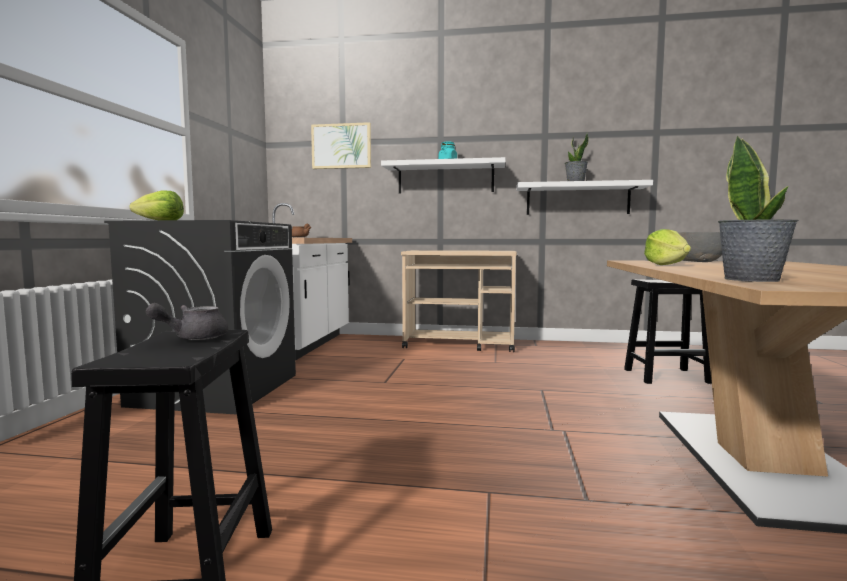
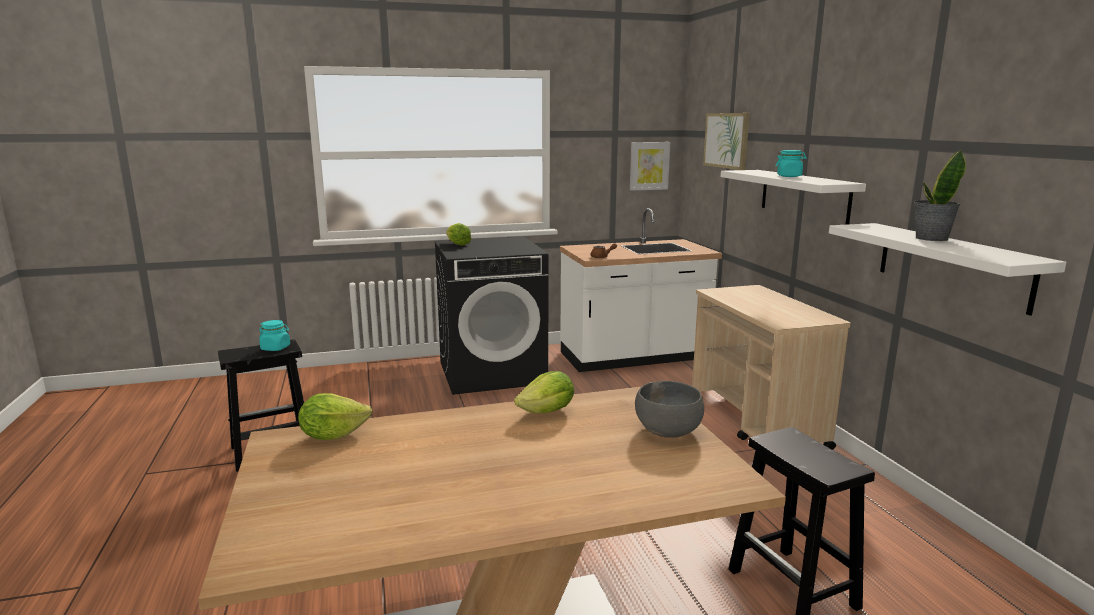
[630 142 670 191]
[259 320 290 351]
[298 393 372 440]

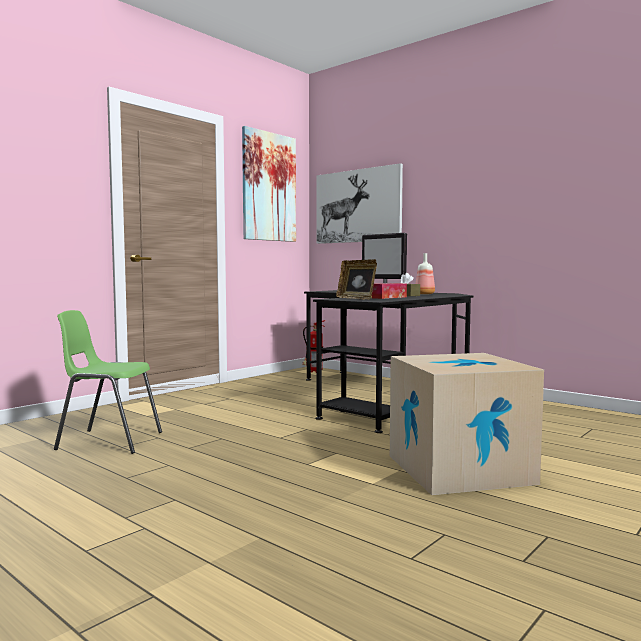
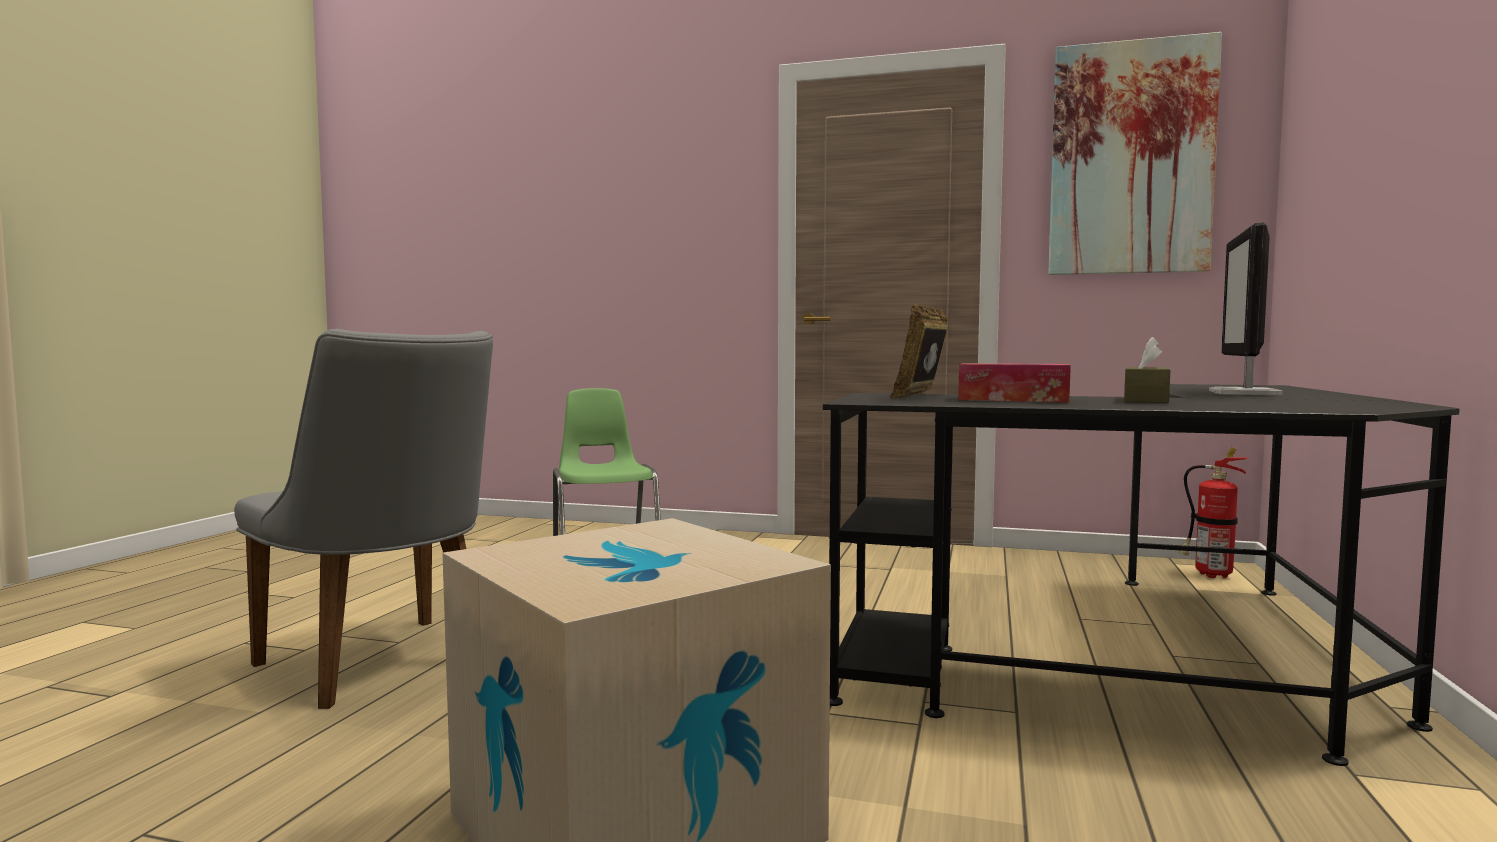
[316 163 403 244] (first image)
[416 253 435 294] (first image)
[234 329 493 709]

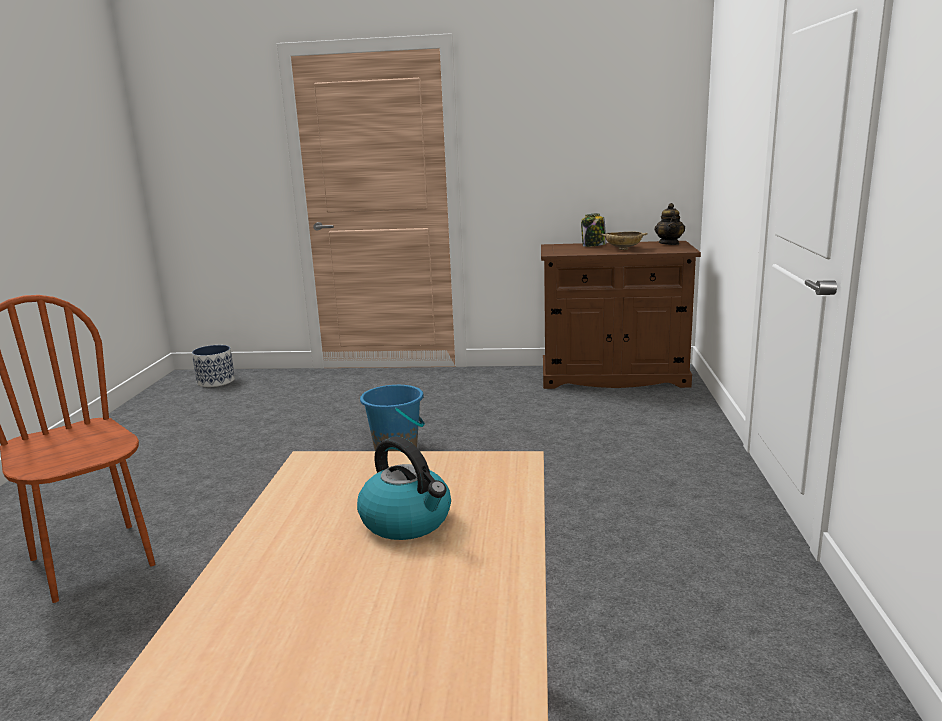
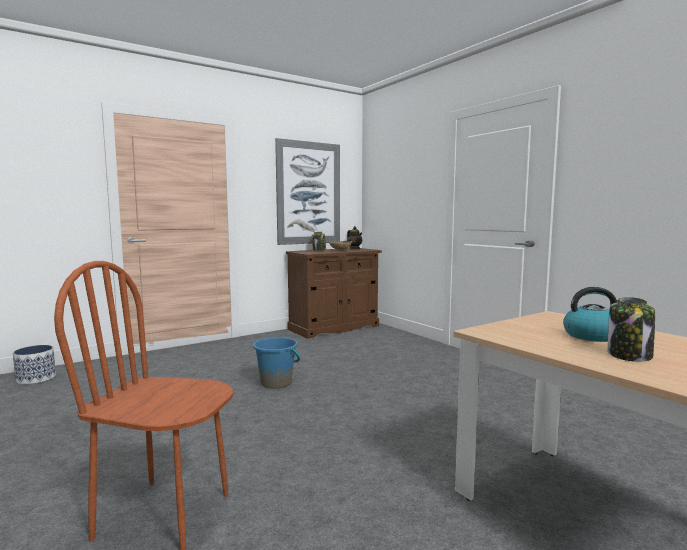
[275 138 340 245]
[608 297 655 362]

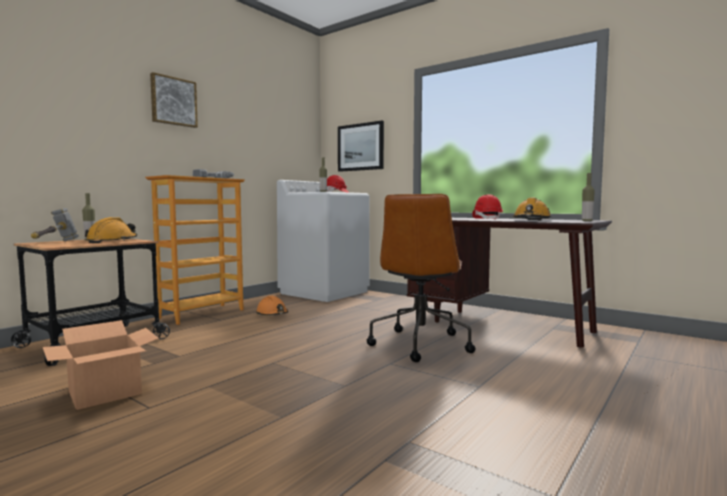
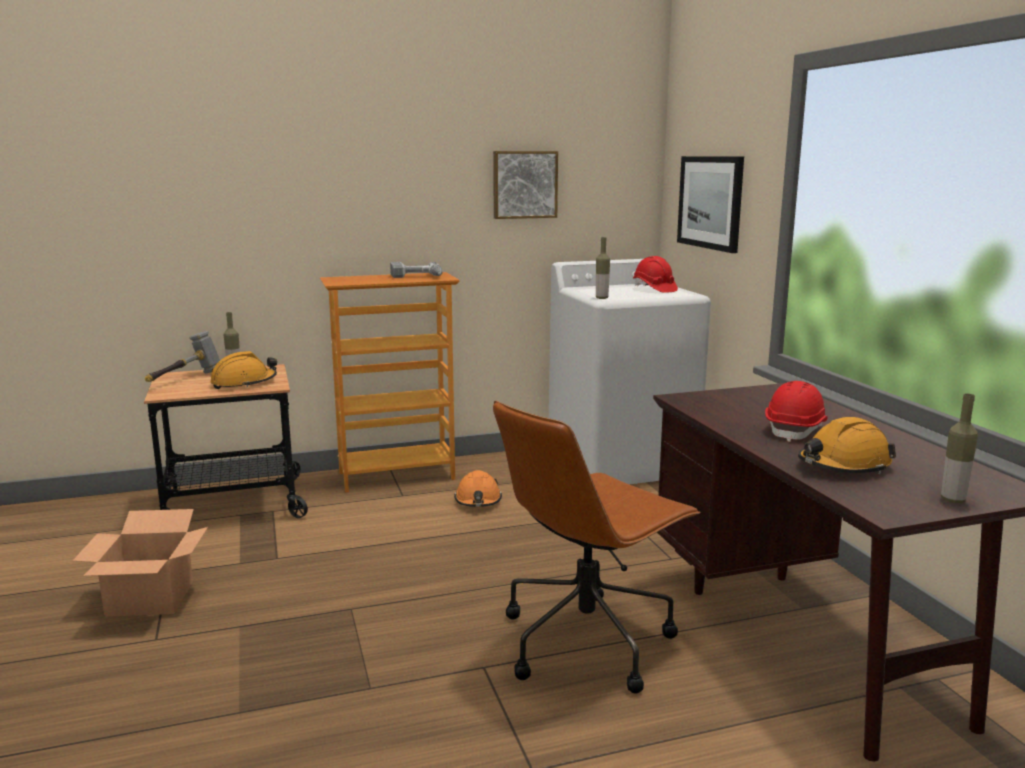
[493 151 558 219]

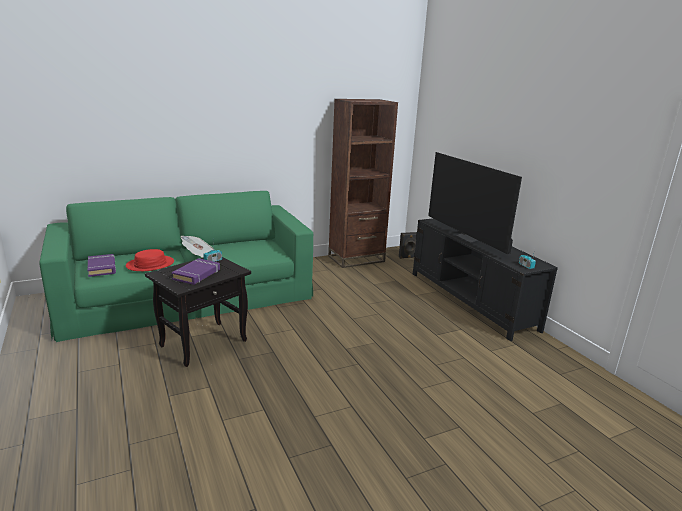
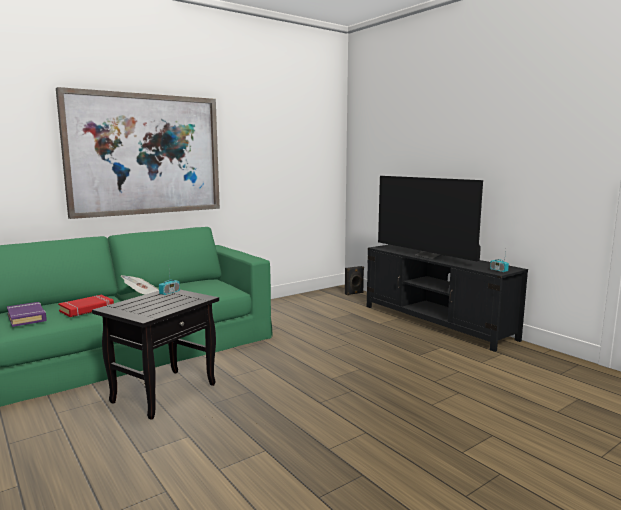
[172 258 220 285] (first image)
[328 99 398 268] (first image)
[56 87 220 219]
[58 295 114 317]

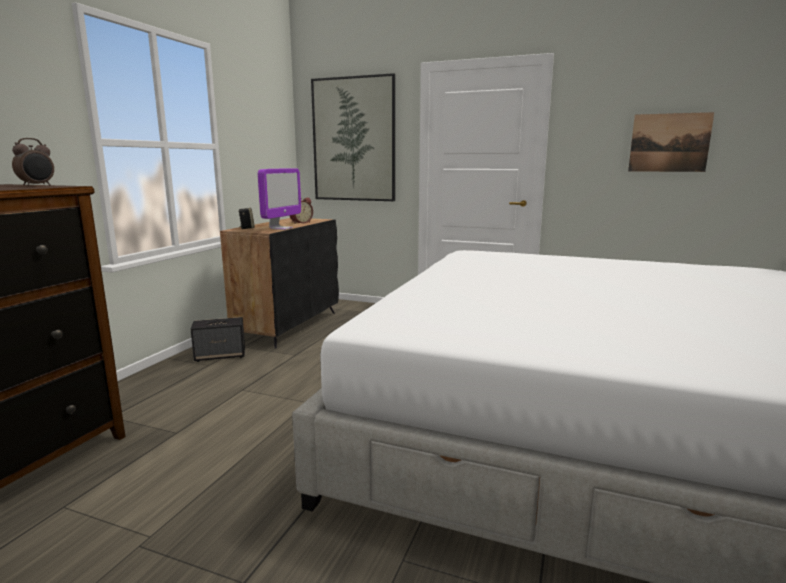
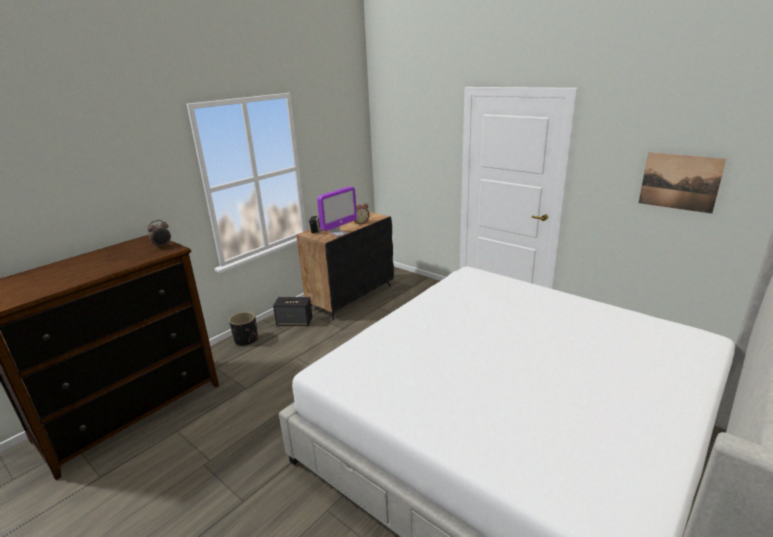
[311 73 395 201] (first image)
[229 312 258 346]

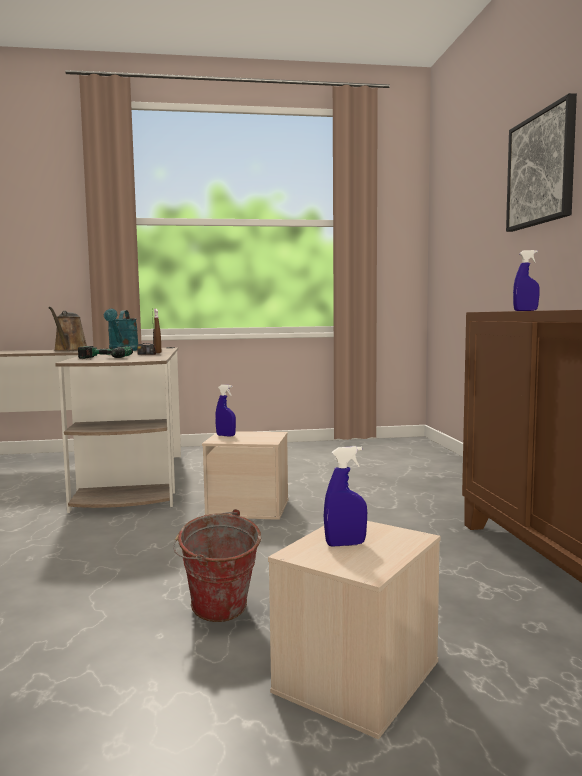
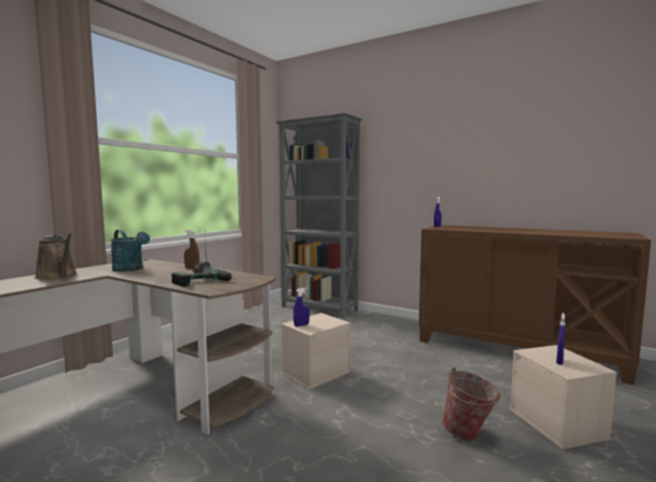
[506 93 577 232] (first image)
[276 113 363 318]

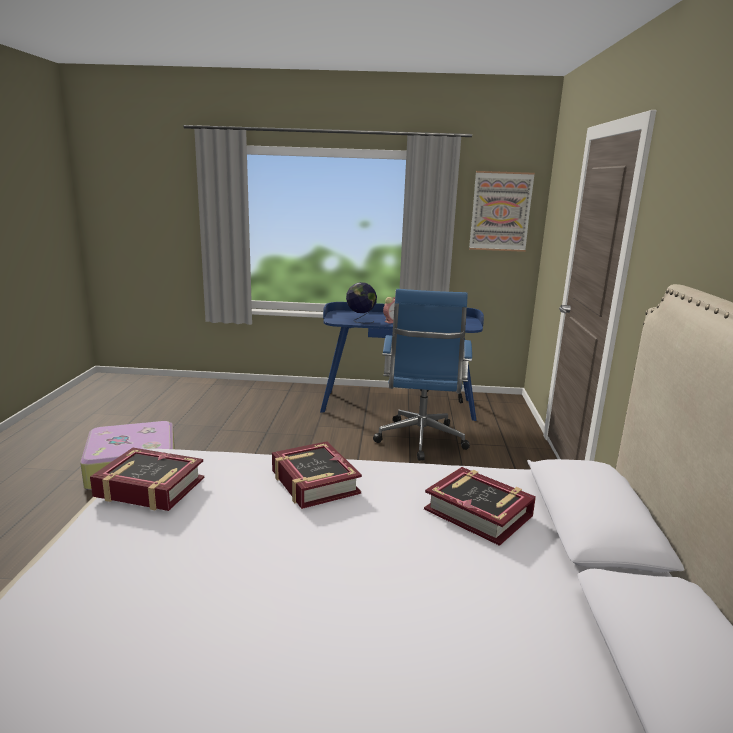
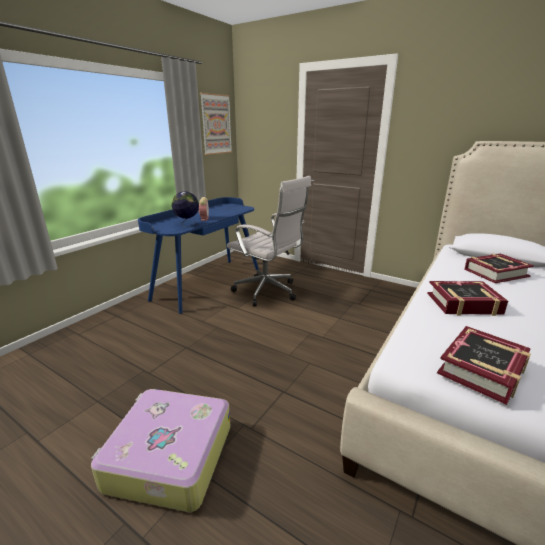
[227 176 311 307]

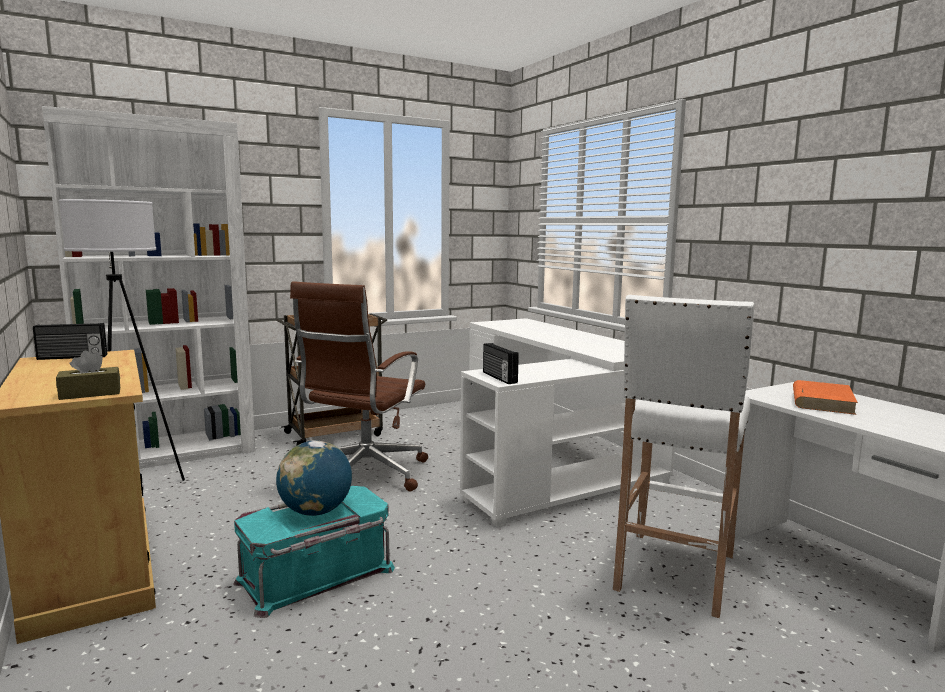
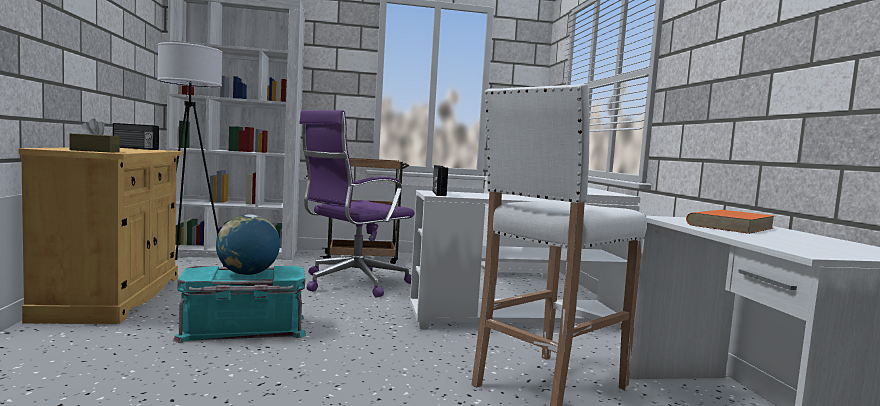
[299 110 415 298]

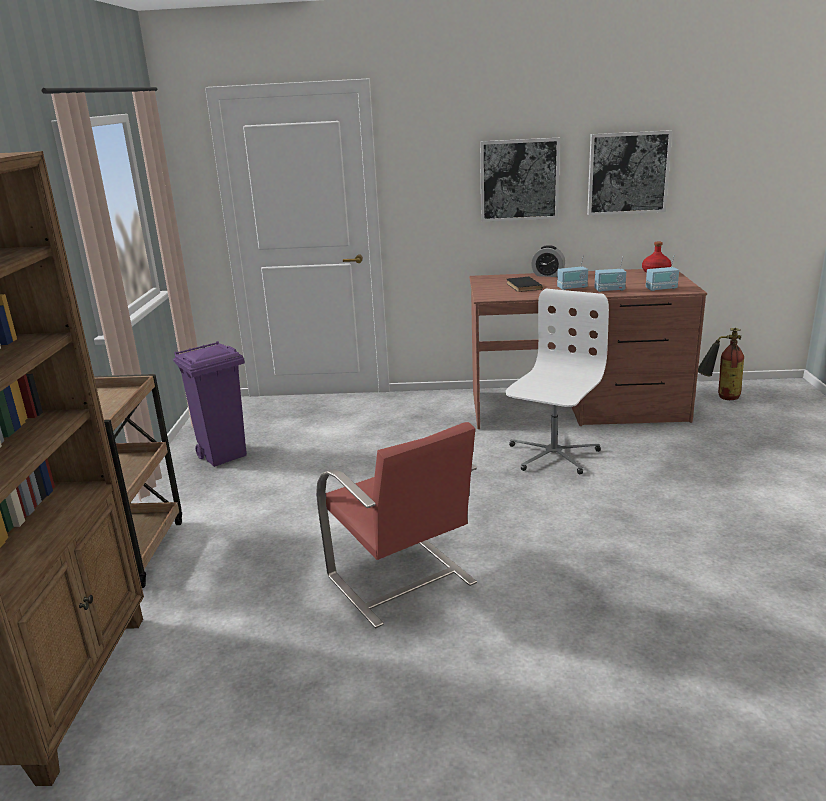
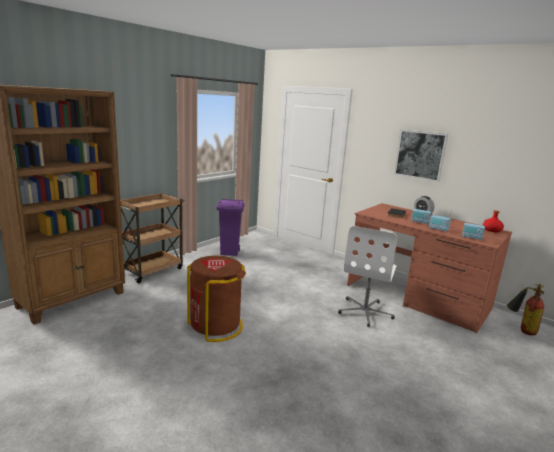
[587 130 672 215] (first image)
[187 256 246 342]
[338 226 397 327]

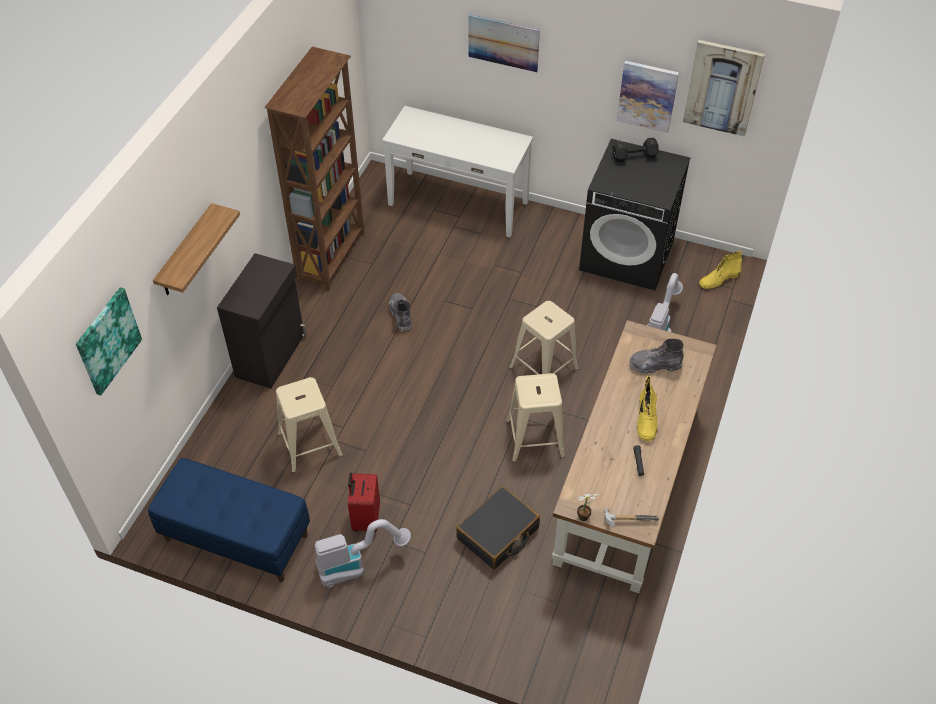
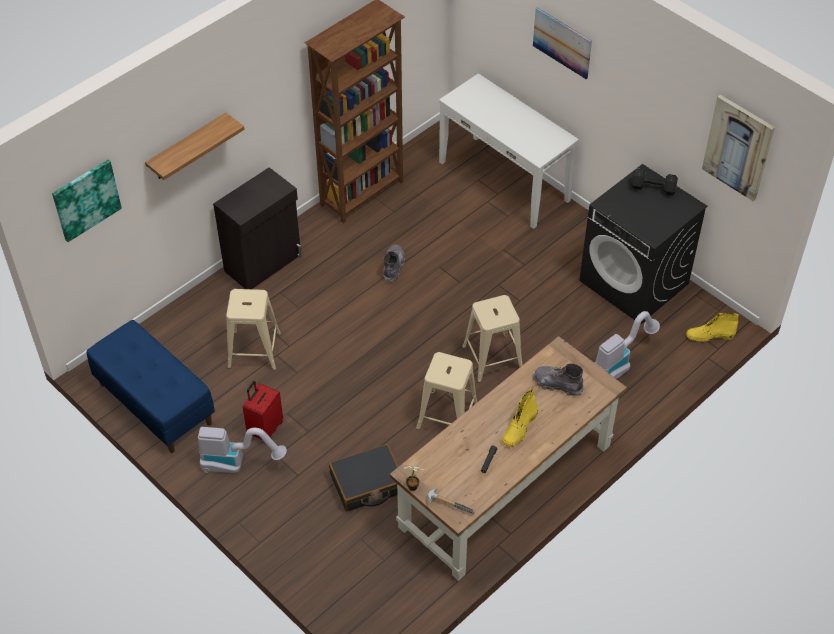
[617 61 679 133] (first image)

